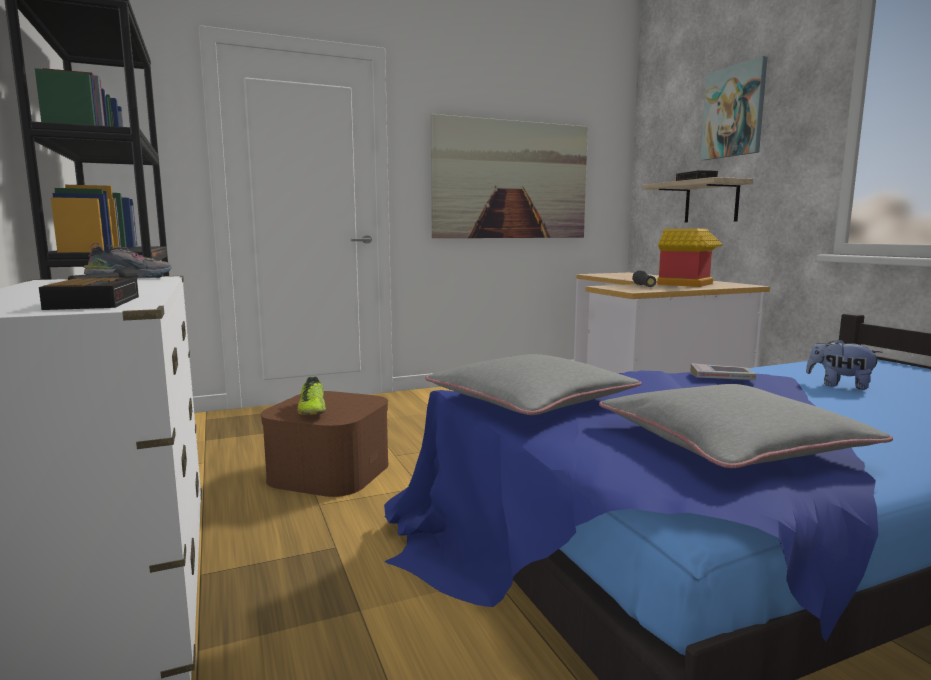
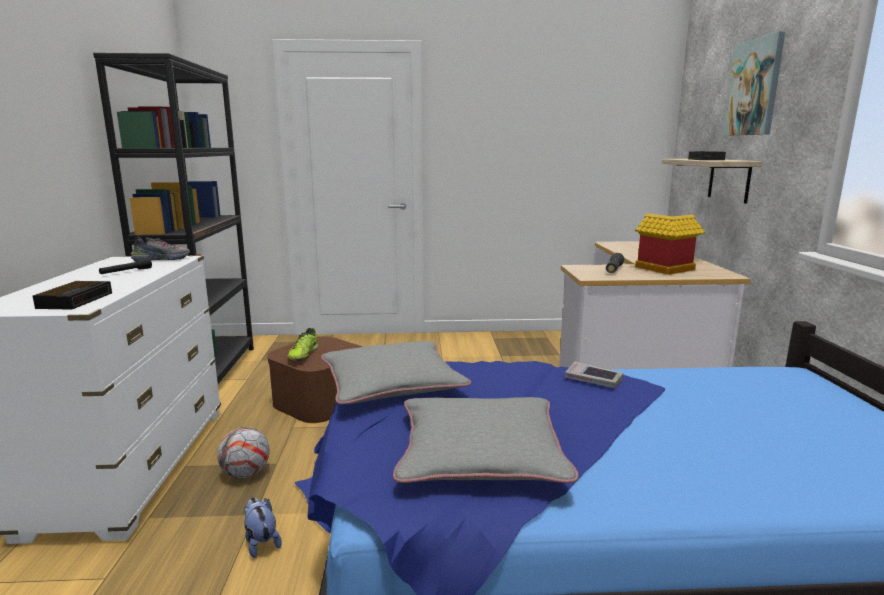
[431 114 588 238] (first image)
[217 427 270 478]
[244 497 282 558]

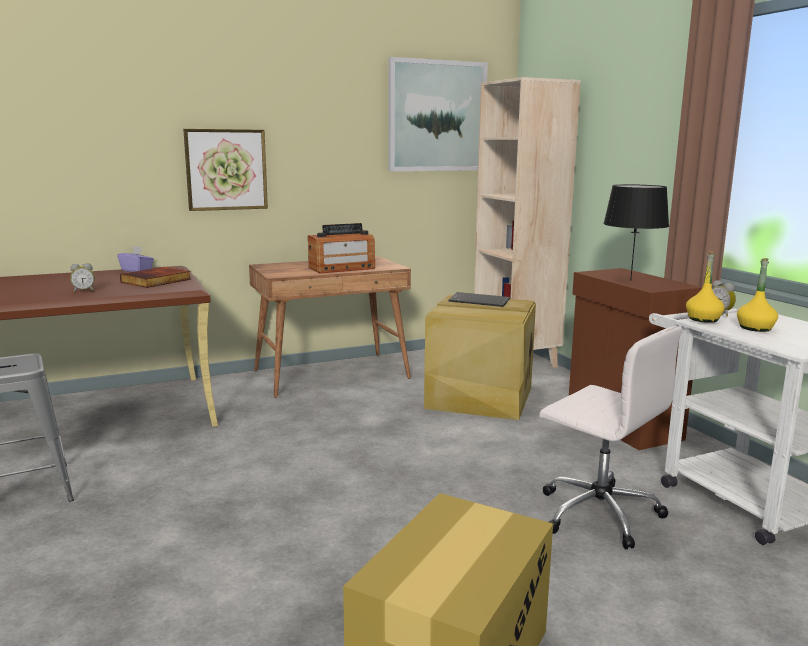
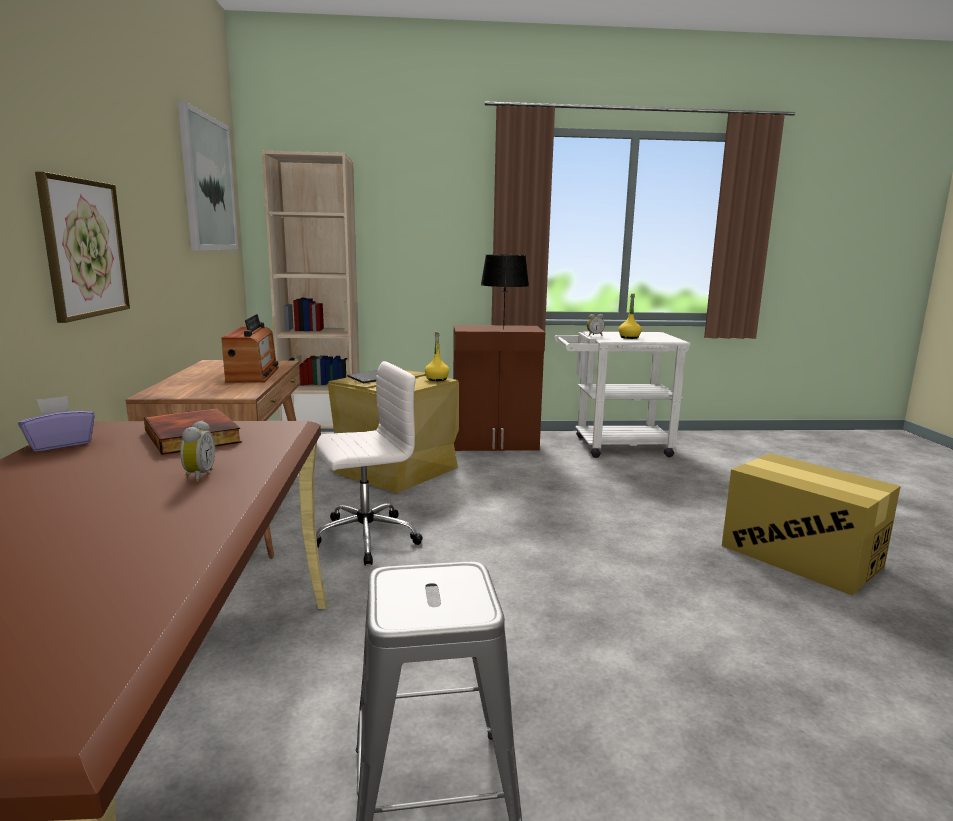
[316 361 423 565]
[425 332 449 381]

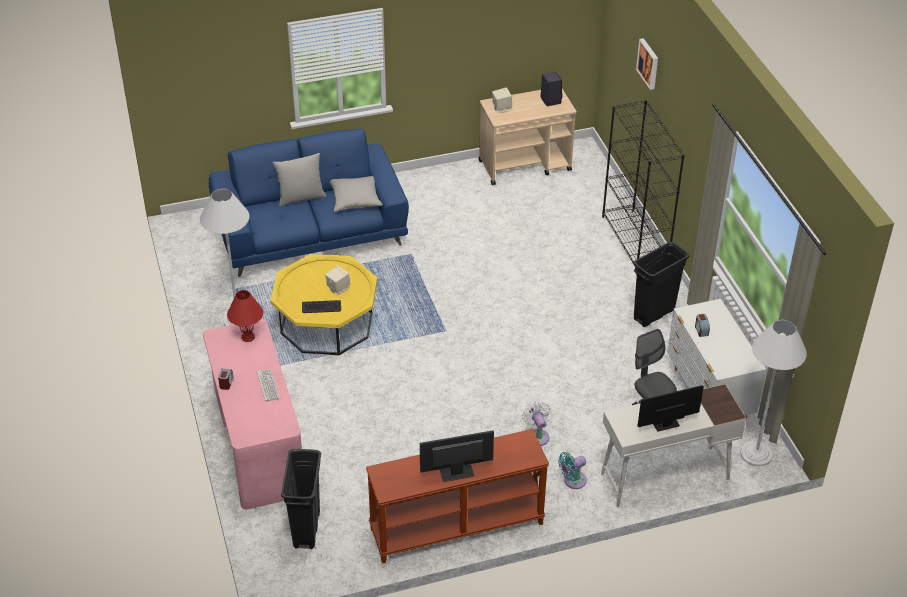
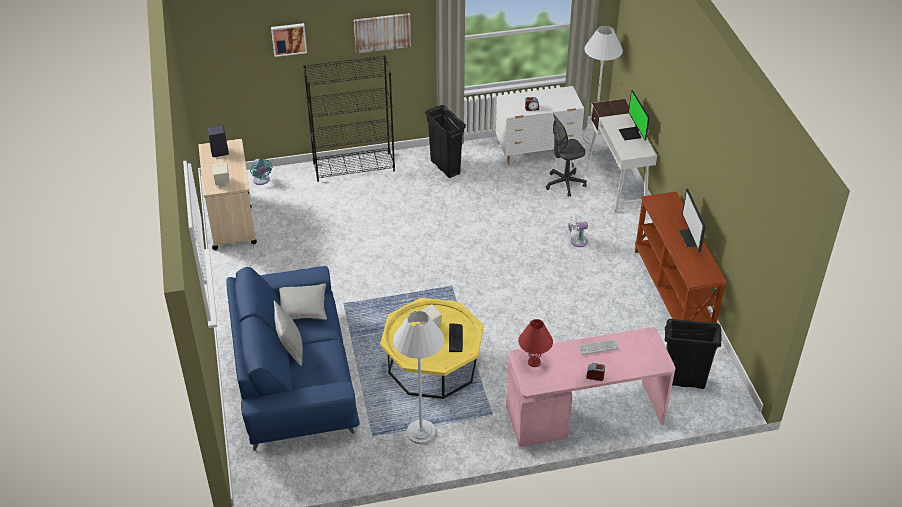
[354 13 411 53]
[250 159 272 185]

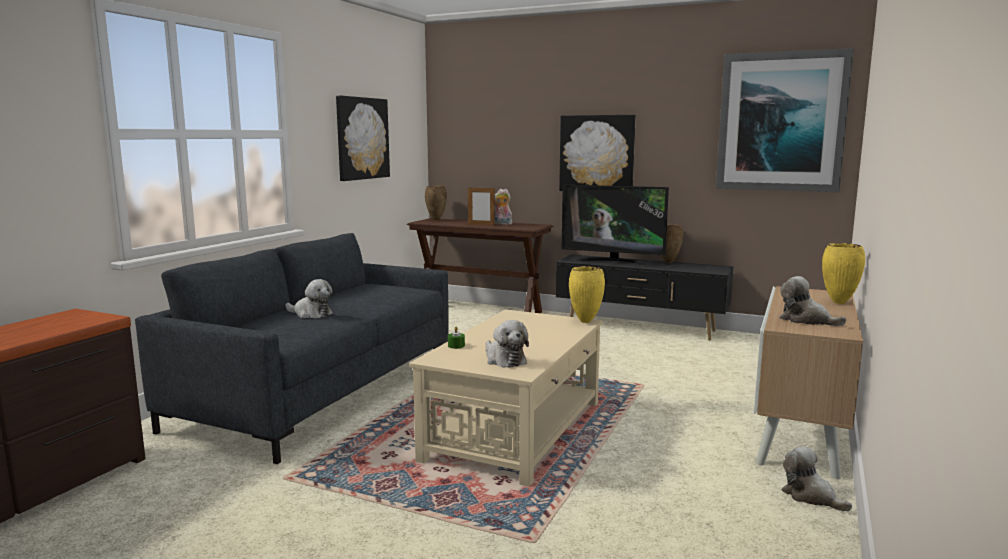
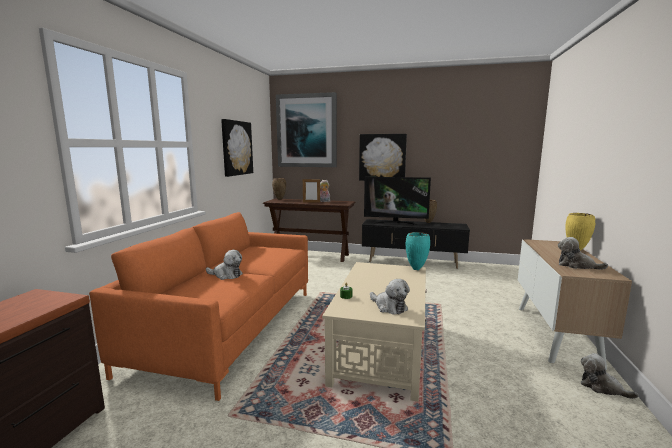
[276 92 337 167]
[89 212 308 401]
[406 232 430 270]

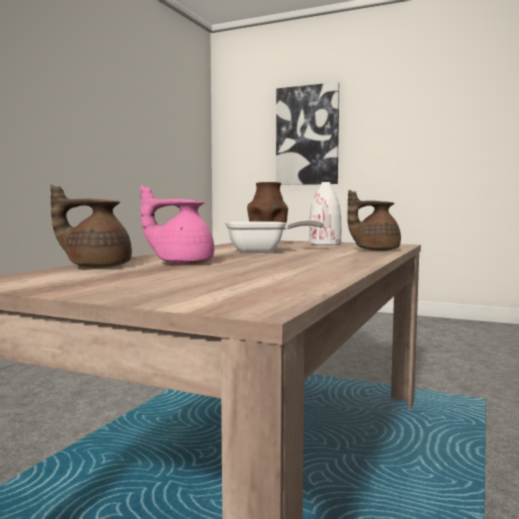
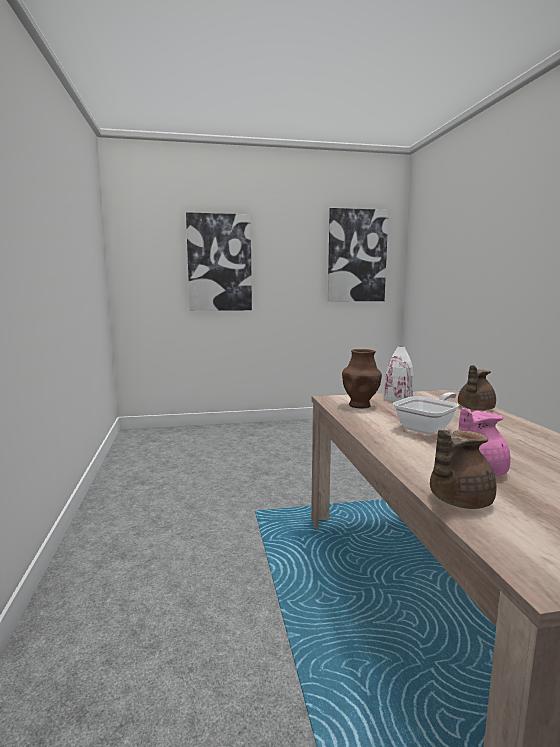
[328 208 389 302]

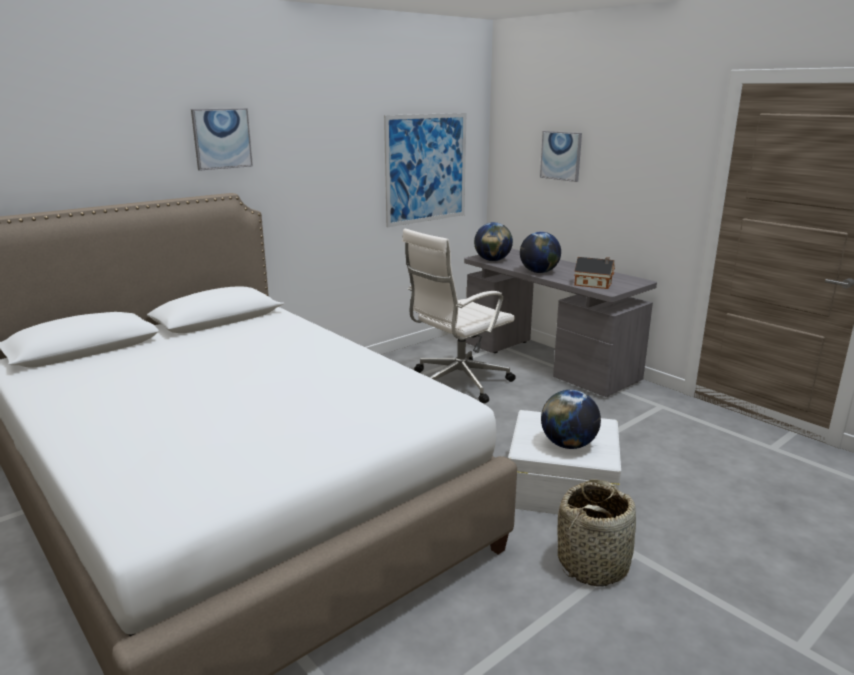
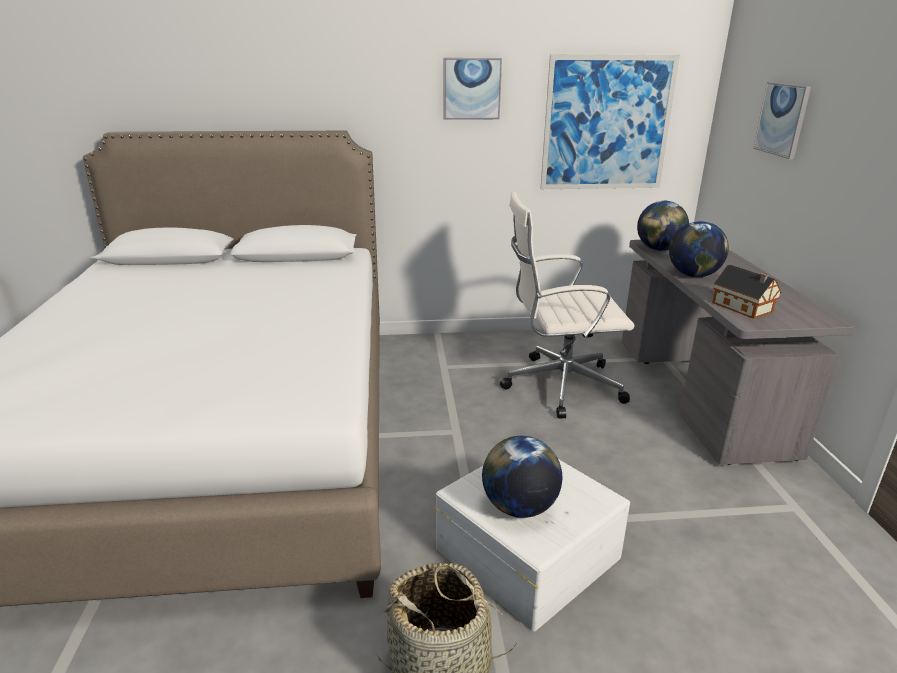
[443 58 502 120]

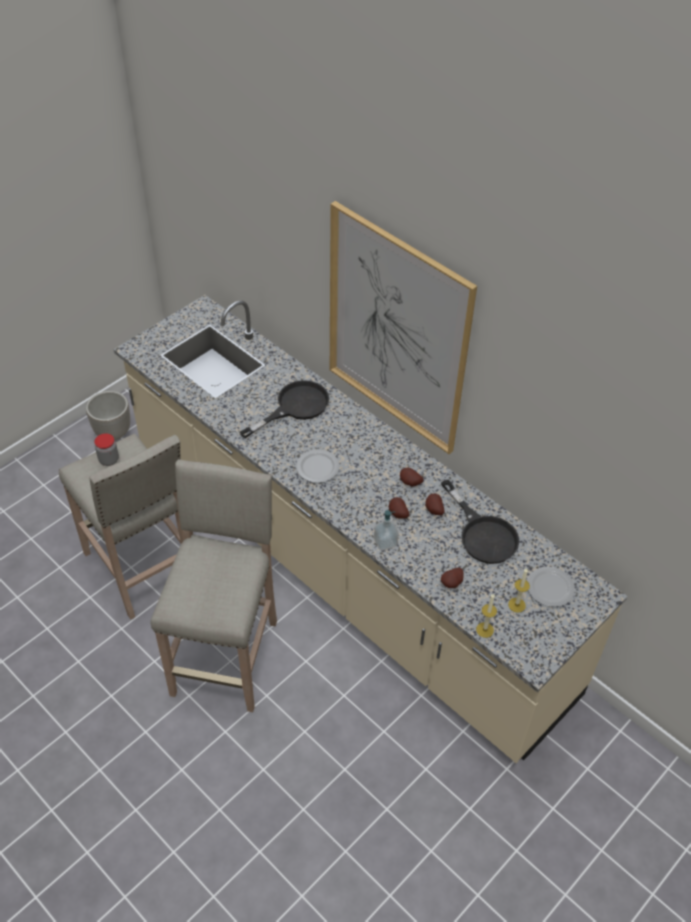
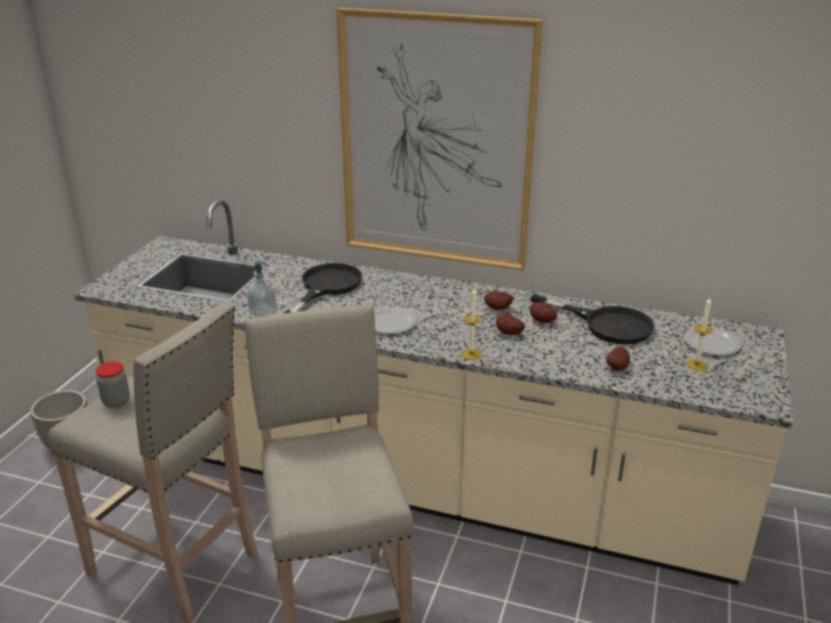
[247 261 277 317]
[461 288 482 360]

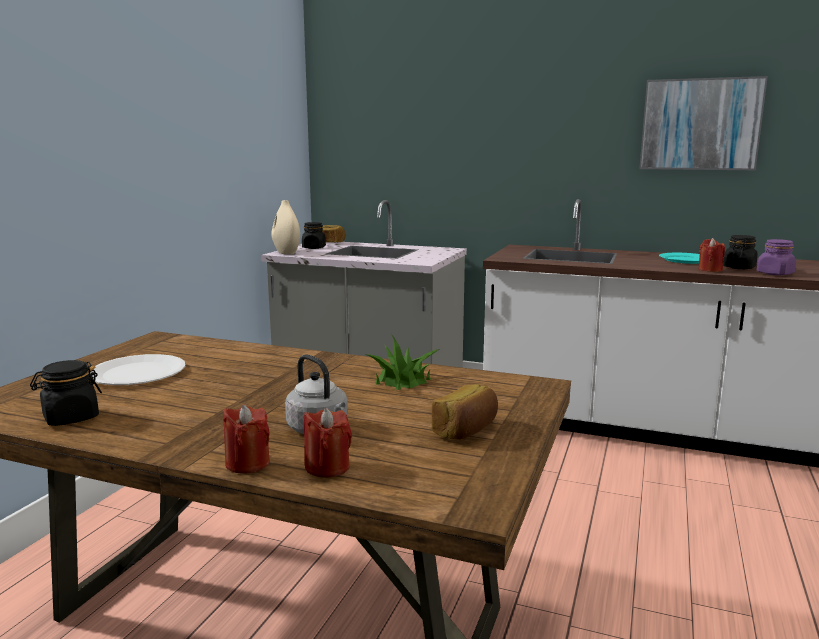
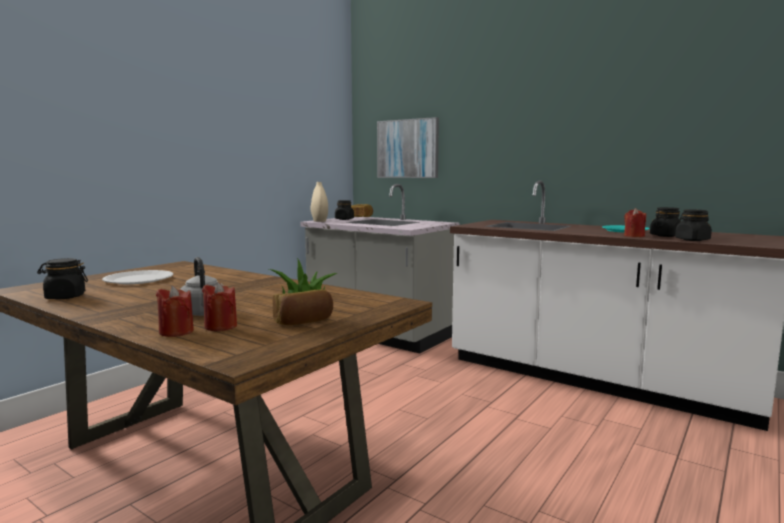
[202 282 237 331]
[377 117 439 178]
[675 209 712 241]

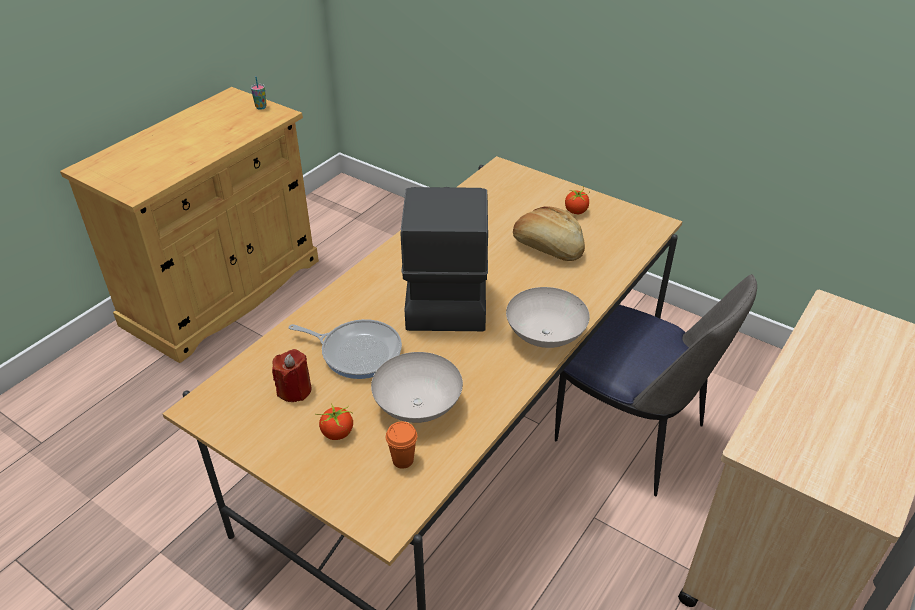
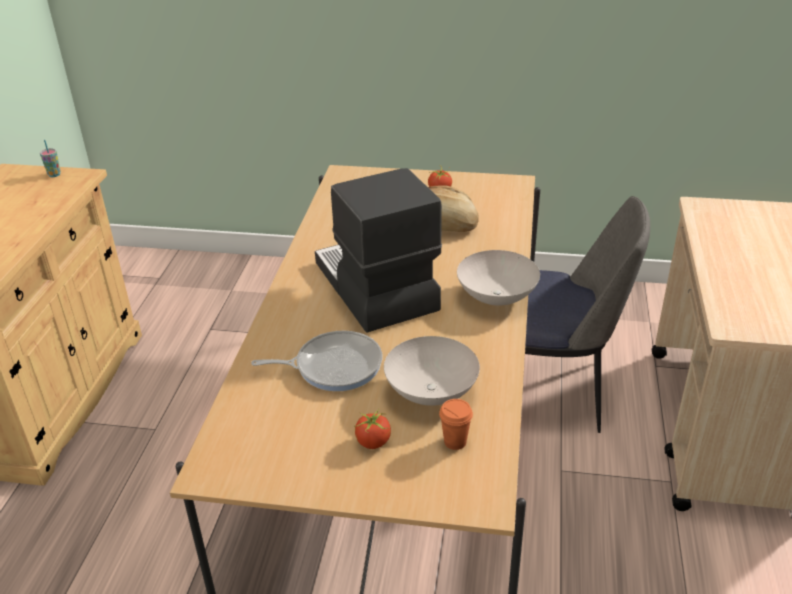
[272 349 311 402] (first image)

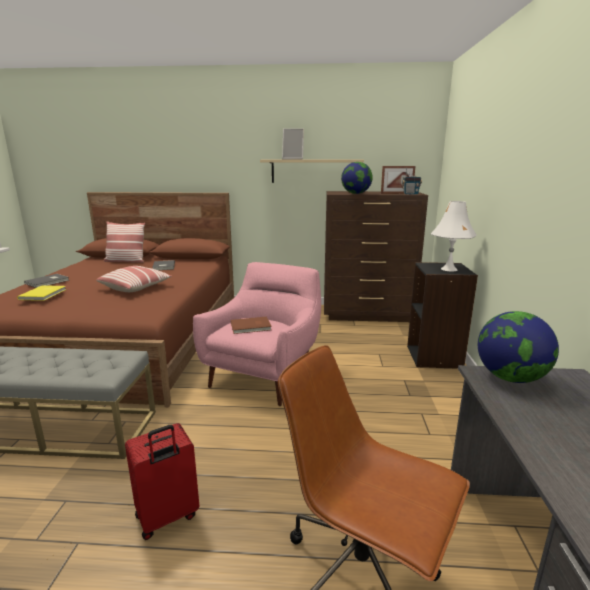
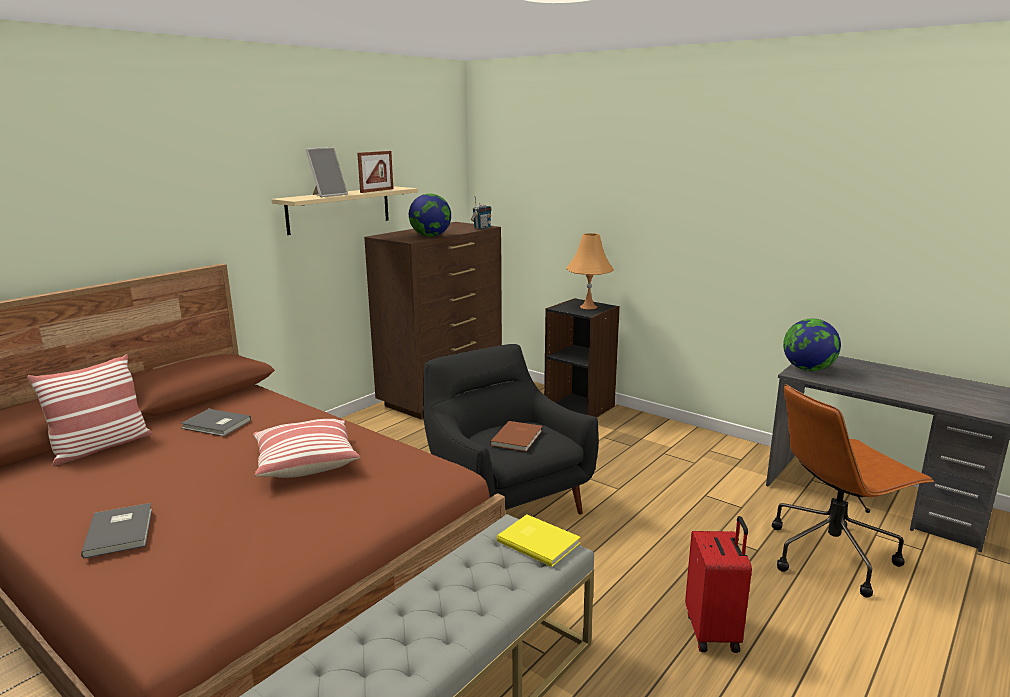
[497 515 581 567]
[357 151 393 193]
[423 344 599 515]
[566 233 614 309]

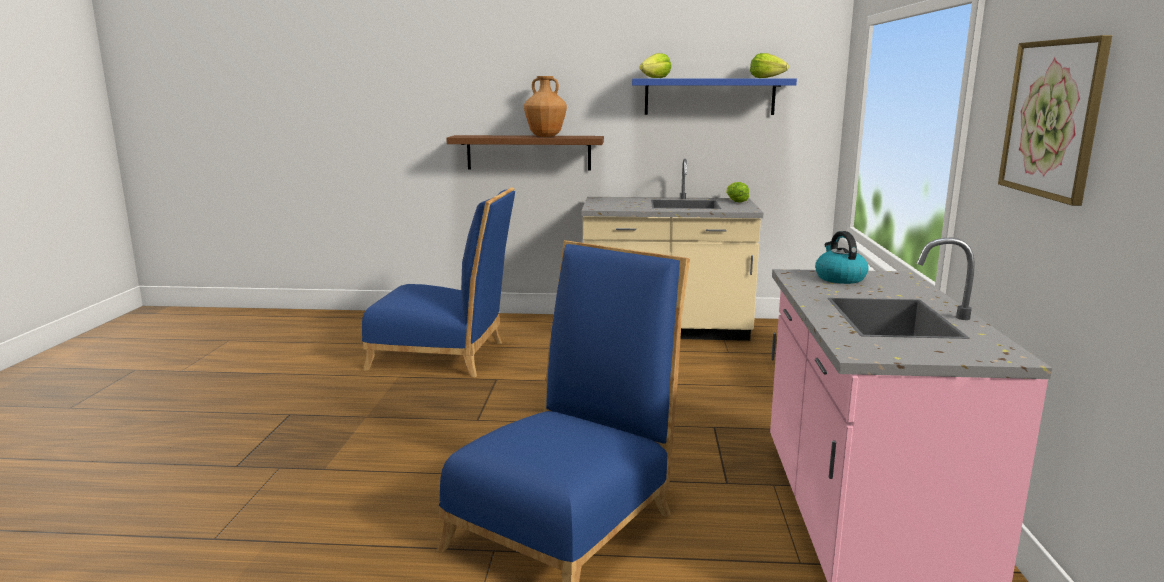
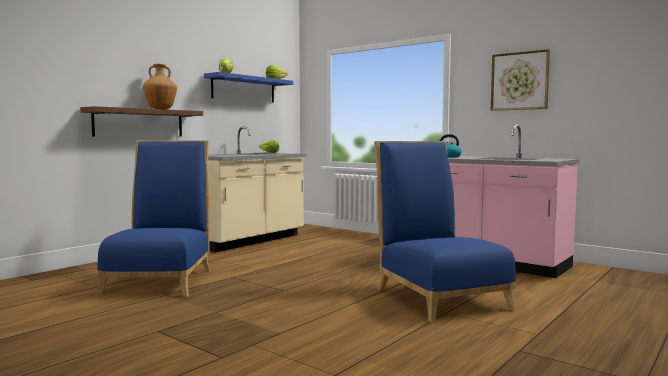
[96 140 210 297]

